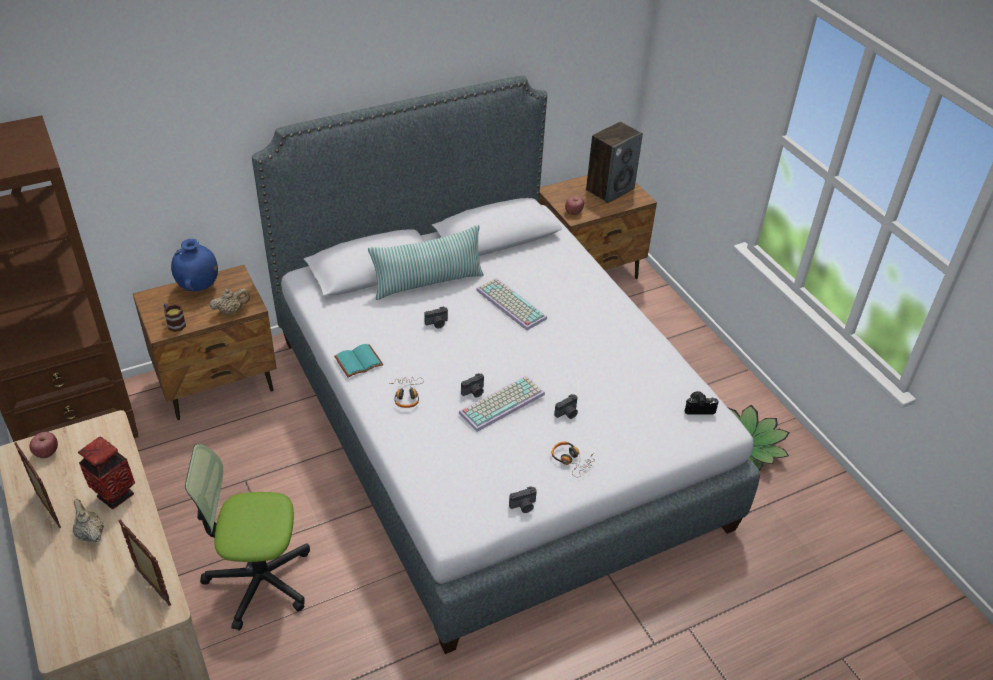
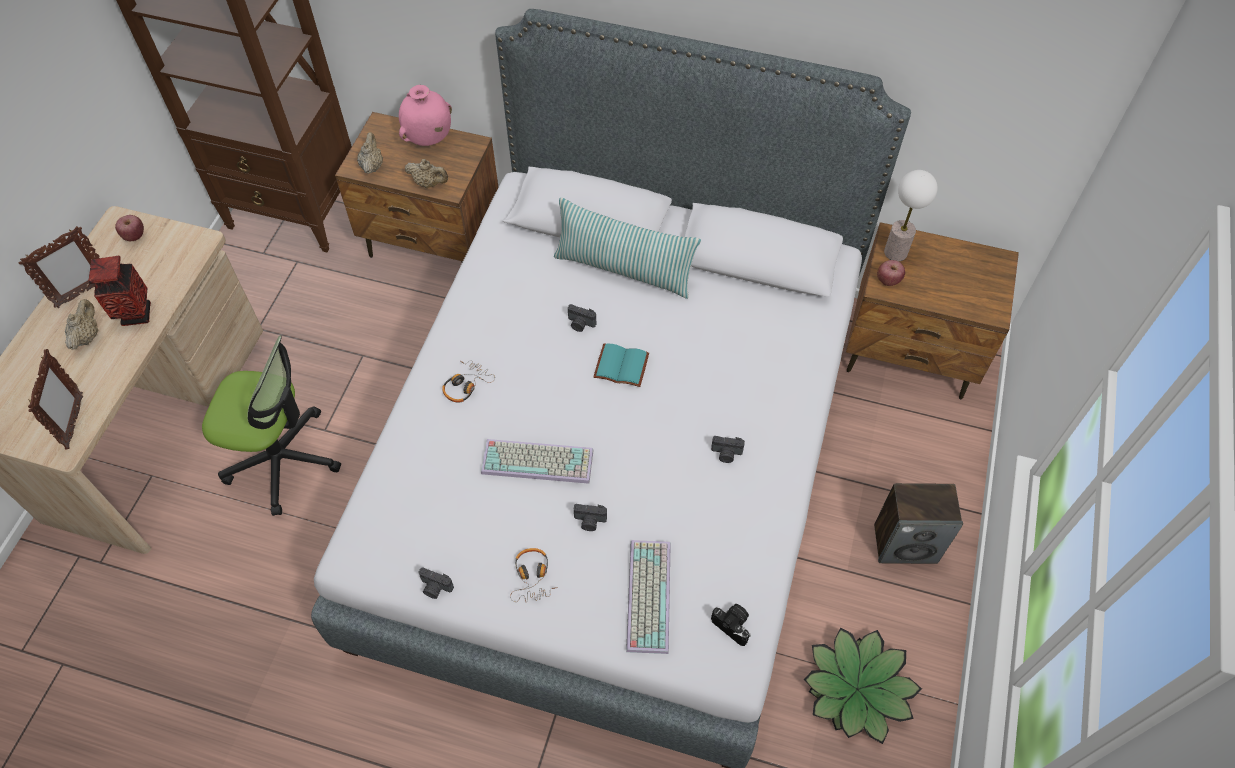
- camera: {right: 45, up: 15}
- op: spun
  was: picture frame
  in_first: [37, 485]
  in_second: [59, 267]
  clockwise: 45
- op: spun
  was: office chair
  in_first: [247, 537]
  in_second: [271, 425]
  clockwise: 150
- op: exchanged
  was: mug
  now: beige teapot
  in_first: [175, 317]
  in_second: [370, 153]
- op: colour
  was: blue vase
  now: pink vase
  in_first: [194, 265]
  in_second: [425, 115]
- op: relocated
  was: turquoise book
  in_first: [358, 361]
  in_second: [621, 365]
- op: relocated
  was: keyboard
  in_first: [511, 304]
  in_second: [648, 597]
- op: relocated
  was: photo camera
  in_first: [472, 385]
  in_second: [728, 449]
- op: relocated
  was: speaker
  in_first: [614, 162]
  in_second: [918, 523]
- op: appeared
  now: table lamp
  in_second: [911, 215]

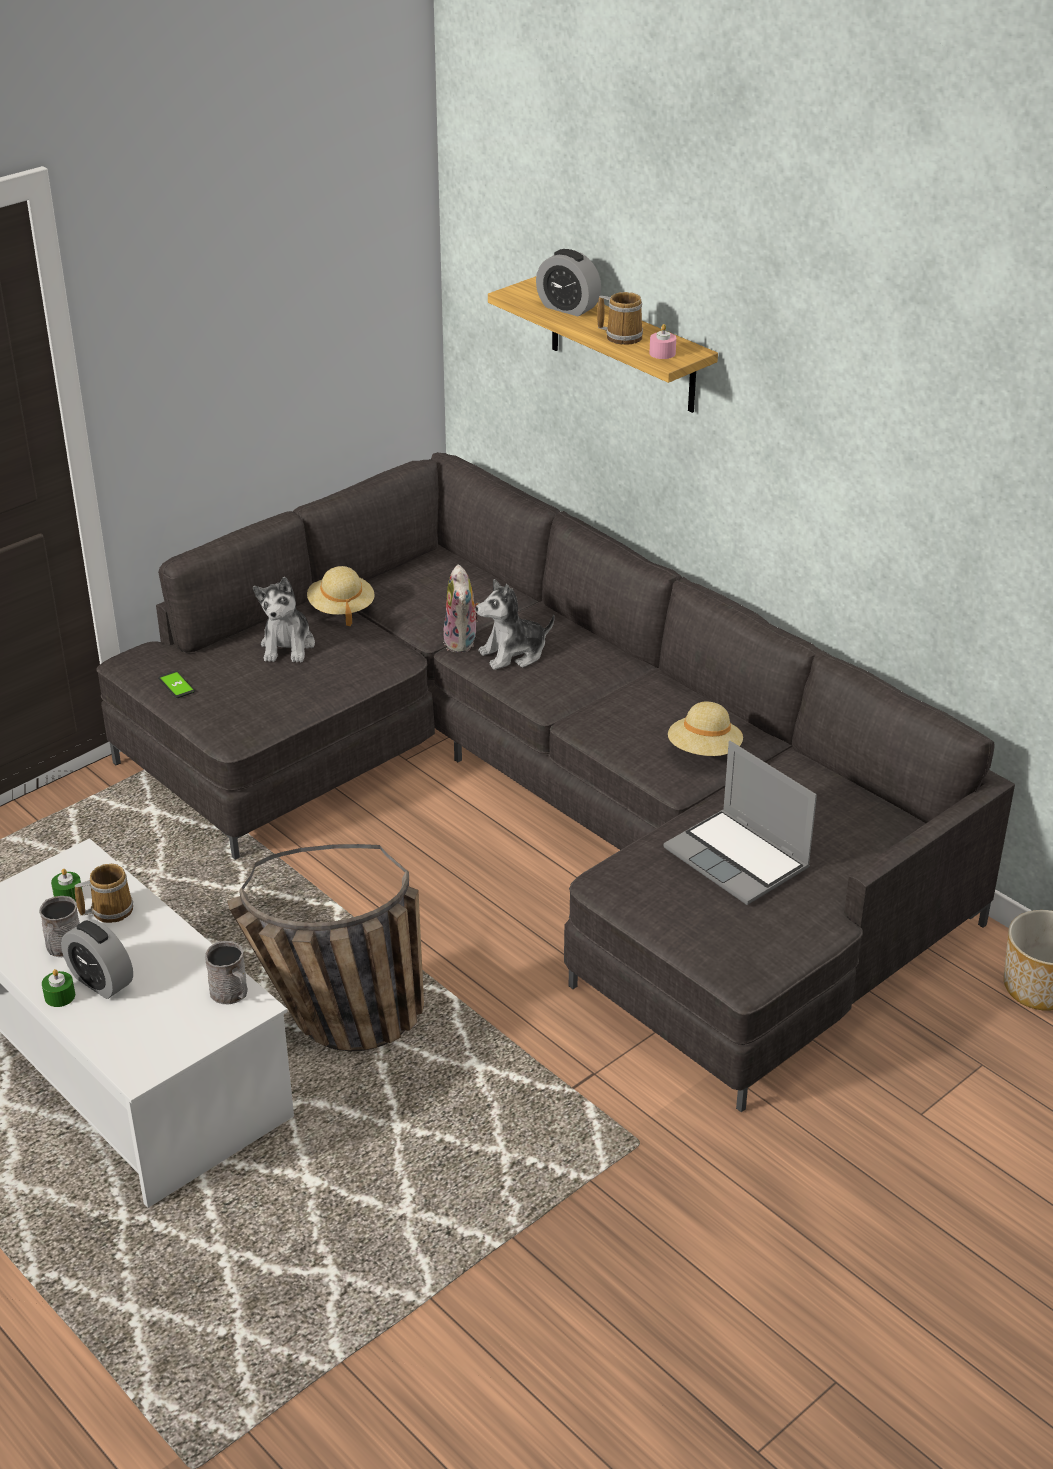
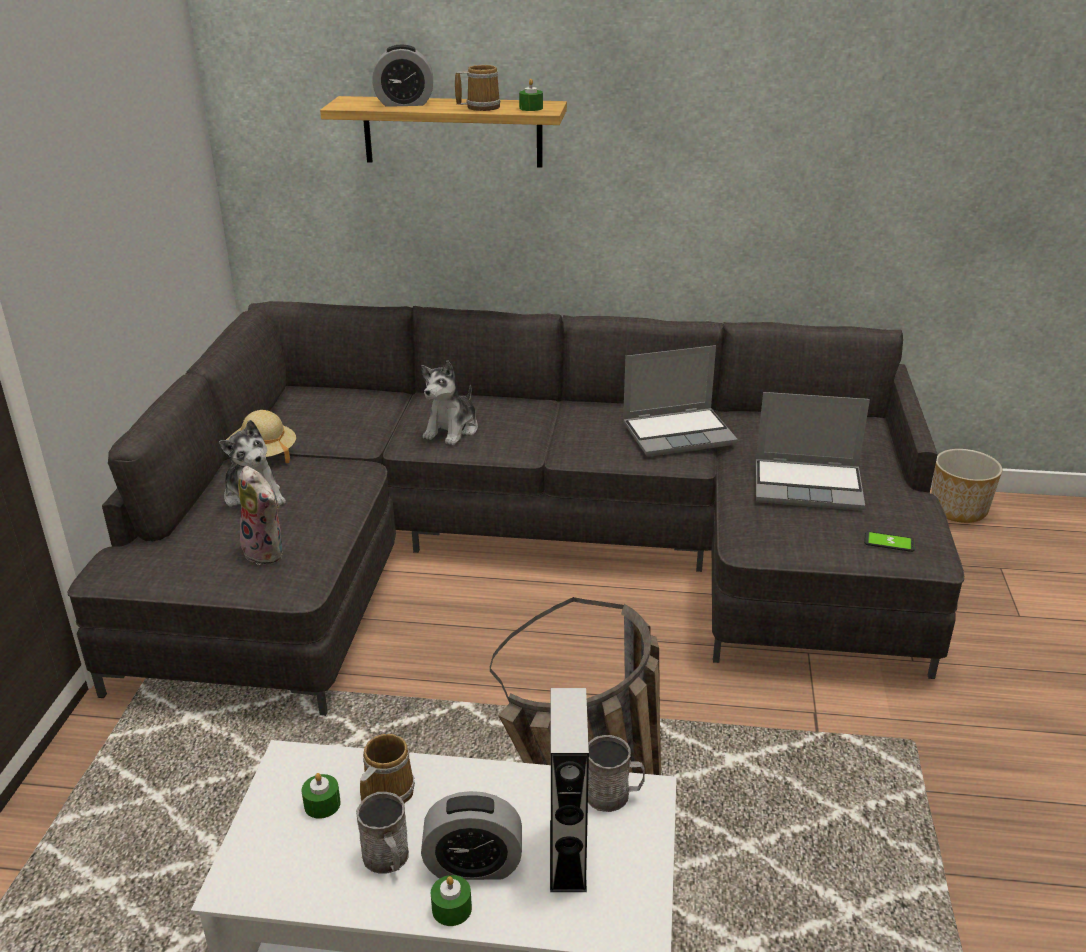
- camera: {right: -40, up: -5}
- op: relocated
  was: plush toy
  in_first: [461, 609]
  in_second: [261, 515]
- op: colour
  was: pink candle
  now: green candle
  in_first: [662, 341]
  in_second: [531, 95]
- op: appeared
  now: grey speaker
  in_second: [569, 790]
- op: exchanged
  was: beige hat
  now: laptop
  in_first: [705, 729]
  in_second: [680, 401]
- op: relocated
  was: phone
  in_first: [176, 684]
  in_second: [889, 541]

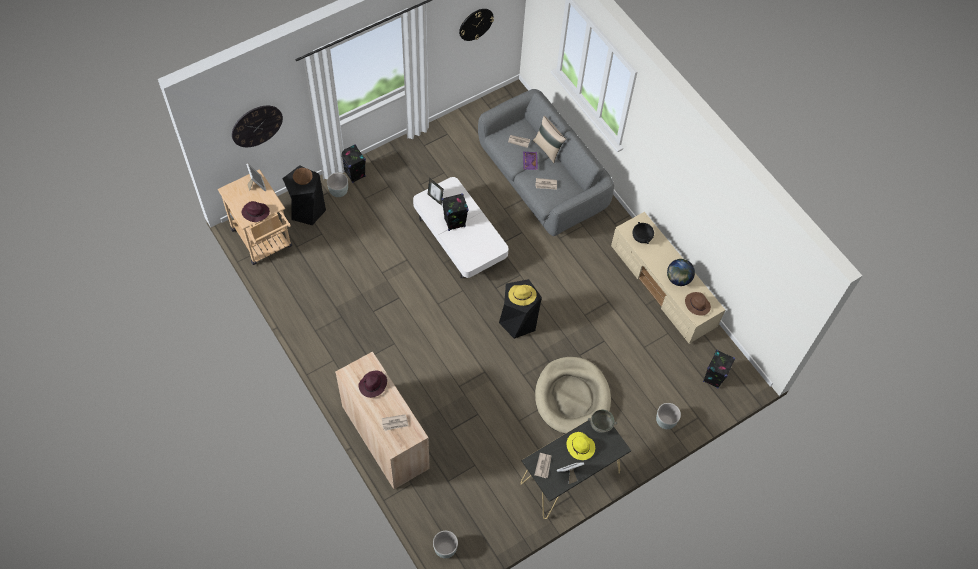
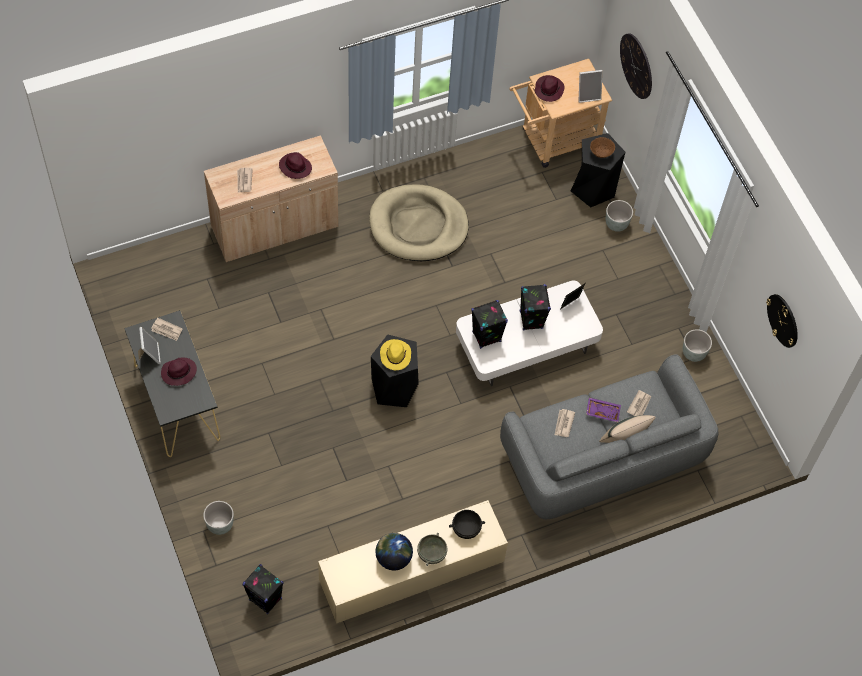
- camera: {right: 100, up: 0}
- op: colour
  was: yellow hat
  now: purple hat
  in_first: [581, 446]
  in_second: [179, 371]
- op: relocated
  was: beige dog bed
  in_first: [573, 395]
  in_second: [419, 222]
- op: relocated
  was: grey bowl
  in_first: [602, 421]
  in_second: [432, 549]
- op: relocated
  was: black speaker
  in_first: [353, 163]
  in_second: [489, 324]
- op: relocated
  was: grey planter
  in_first: [445, 544]
  in_second: [697, 345]
- op: missing
  was: brown hat
  in_first: [698, 304]

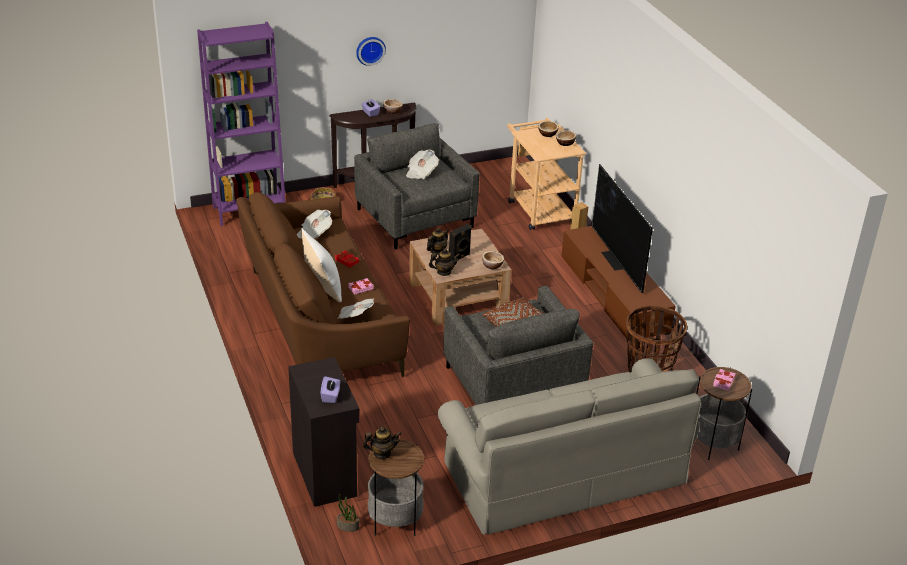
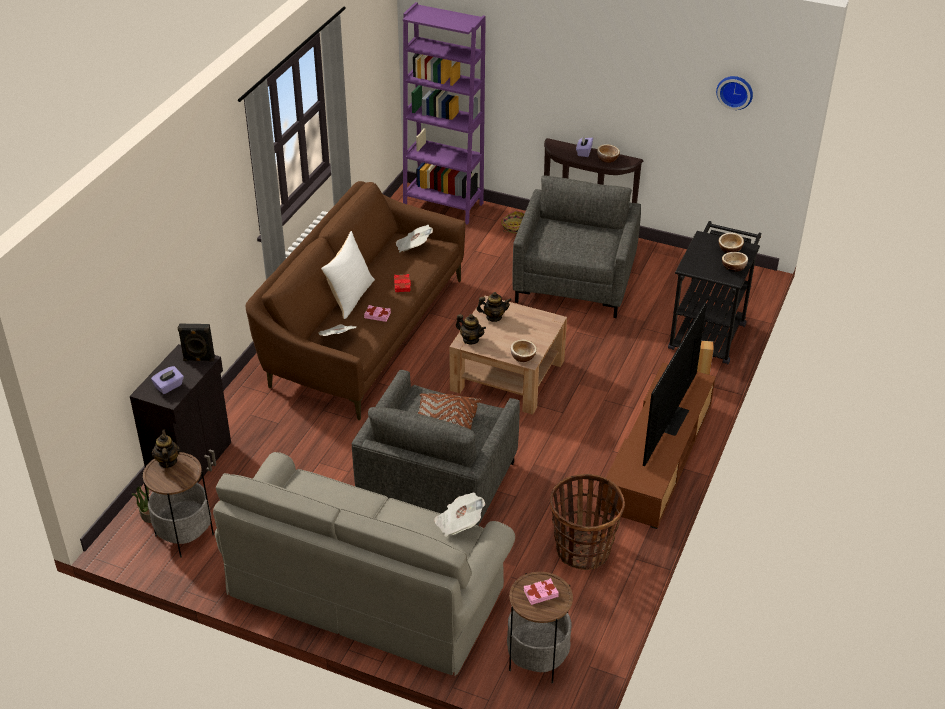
- camera: {right: 45, up: 5}
- op: spun
  was: teapot
  in_first: [382, 442]
  in_second: [166, 448]
  clockwise: -135
- op: relocated
  was: black speaker
  in_first: [460, 242]
  in_second: [196, 342]
- op: relocated
  was: newspaper
  in_first: [422, 164]
  in_second: [459, 515]
- op: colour
  was: beige cart
  now: black cart
  in_first: [546, 174]
  in_second: [714, 292]
- op: relocated
  was: wall clock
  in_first: [371, 51]
  in_second: [734, 93]

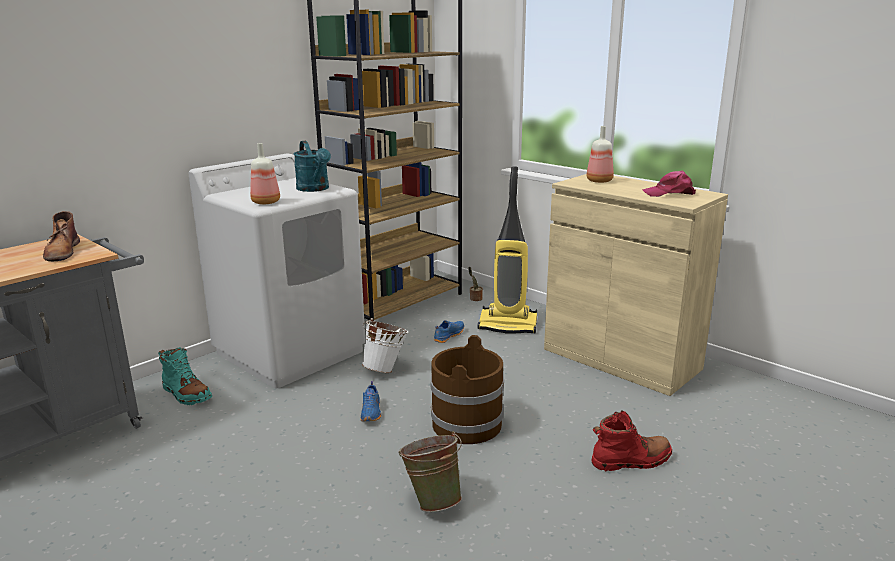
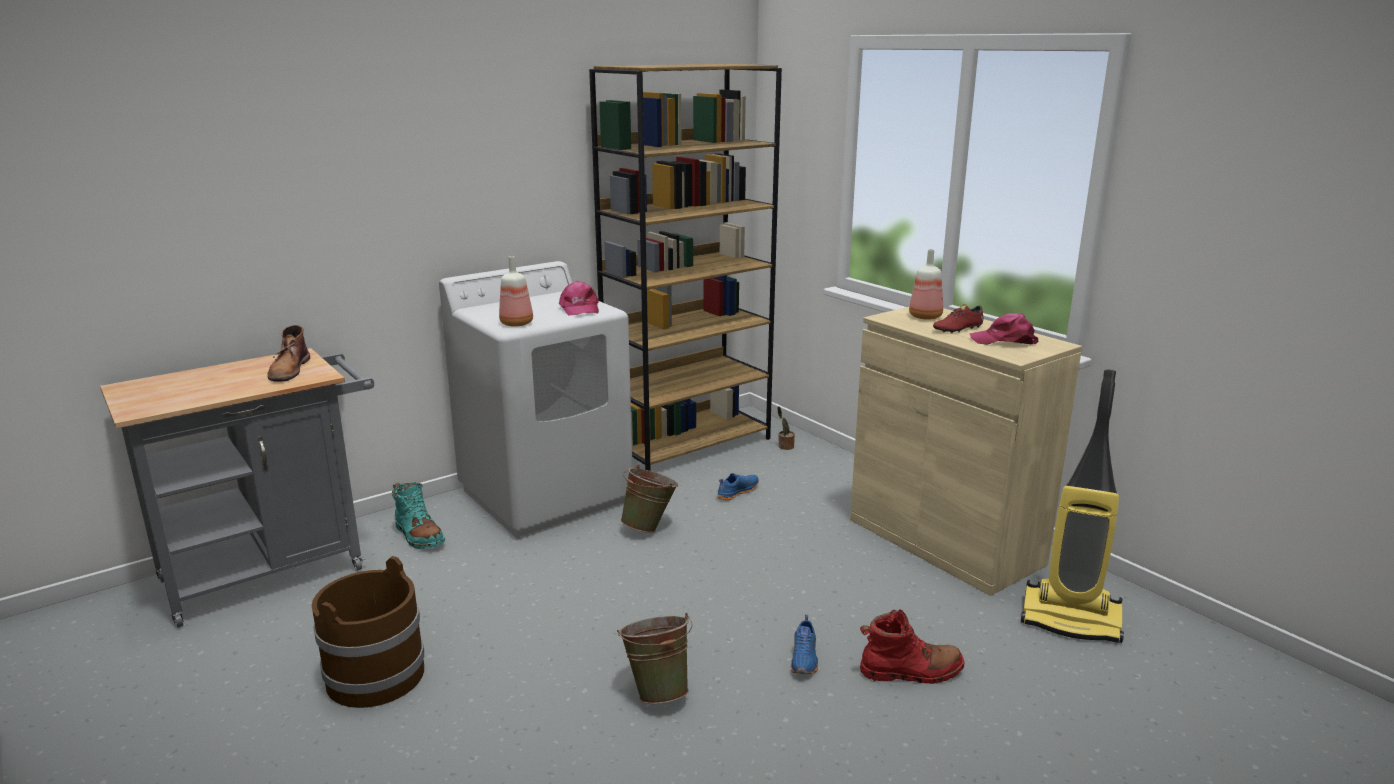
- camera: {right: 10, up: 0}
- op: relocated
  was: brown bucket
  in_first: [467, 389]
  in_second: [368, 632]
- op: exchanged
  was: turquoise watering can
  now: pink cap
  in_first: [312, 166]
  in_second: [579, 298]
- op: colour
  was: white bucket
  now: green bucket
  in_first: [385, 345]
  in_second: [649, 499]
- op: relocated
  was: blue shoe
  in_first: [370, 401]
  in_second: [804, 644]
- op: appeared
  now: red shoe
  in_second: [958, 318]
- op: relocated
  was: vacuum cleaner
  in_first: [507, 249]
  in_second: [1072, 506]

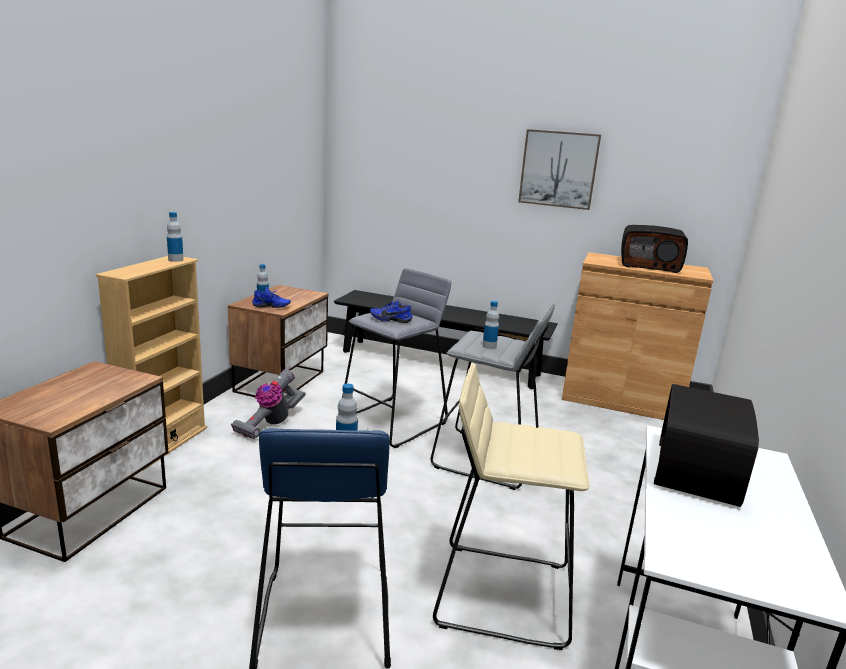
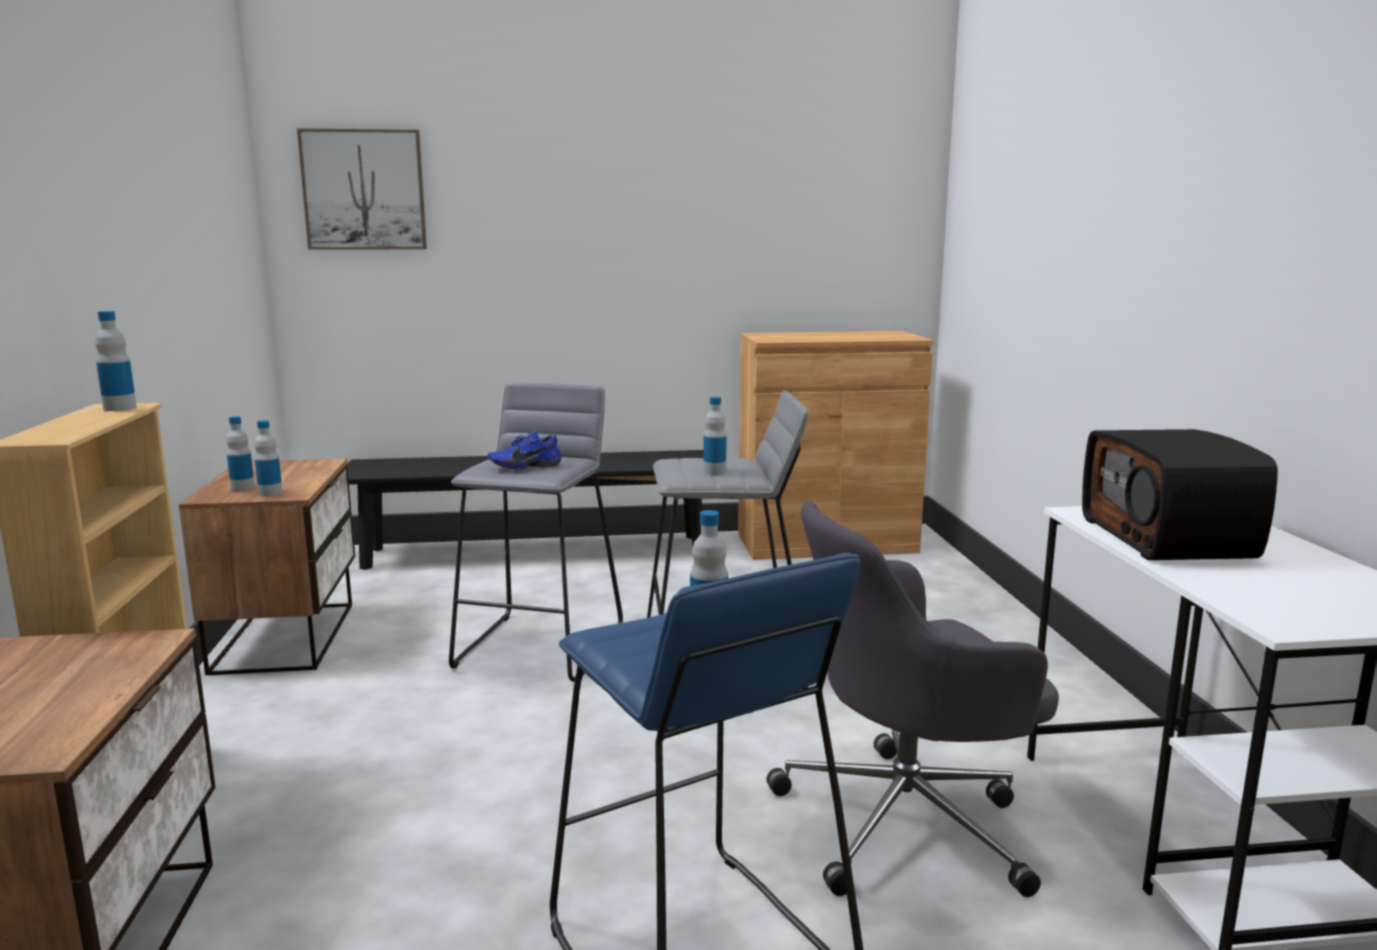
- camera: {right: -25, up: -5}
- op: exchanged
  was: blue shoe
  now: bottle
  in_first: [271, 297]
  in_second: [268, 458]
- op: relocated
  was: picture
  in_first: [559, 169]
  in_second: [362, 189]
- op: exchanged
  was: beige stool
  now: grey office chair
  in_first: [511, 506]
  in_second: [913, 699]
- op: missing
  was: vacuum cleaner
  in_first: [268, 404]
- op: missing
  was: radio
  in_first: [654, 249]

